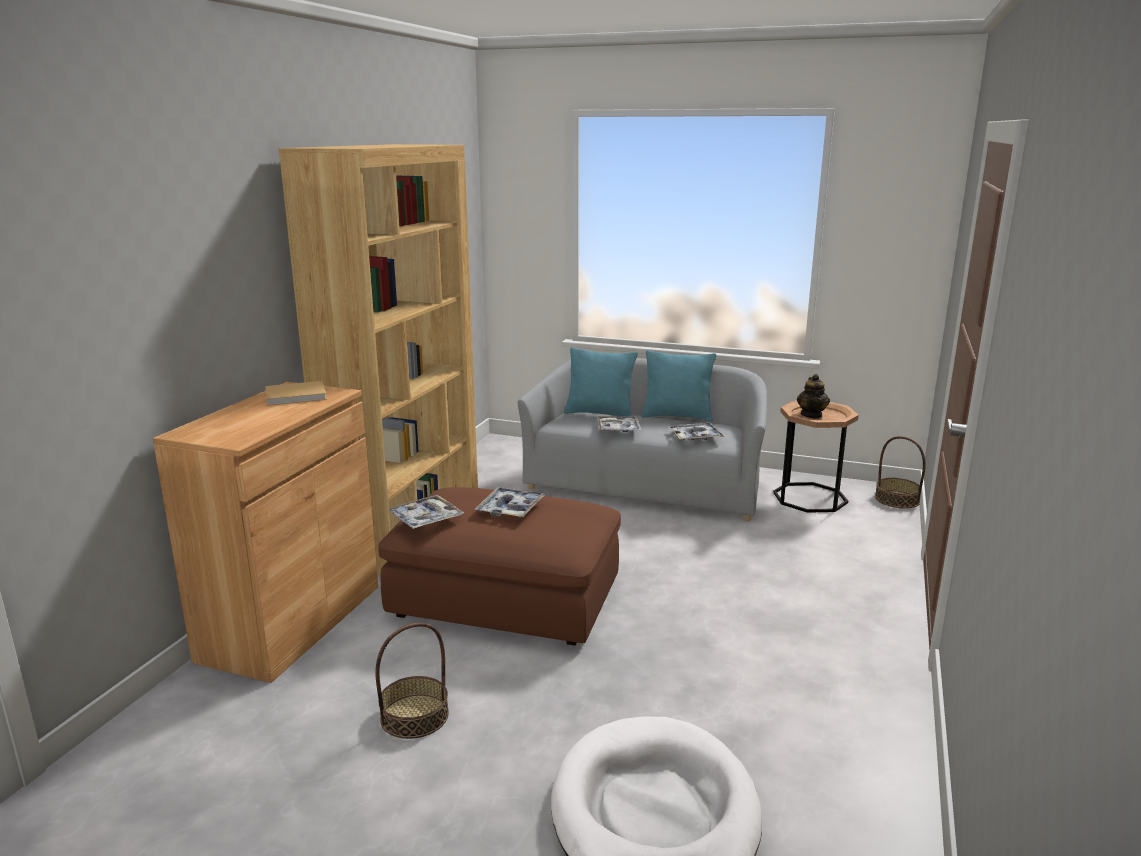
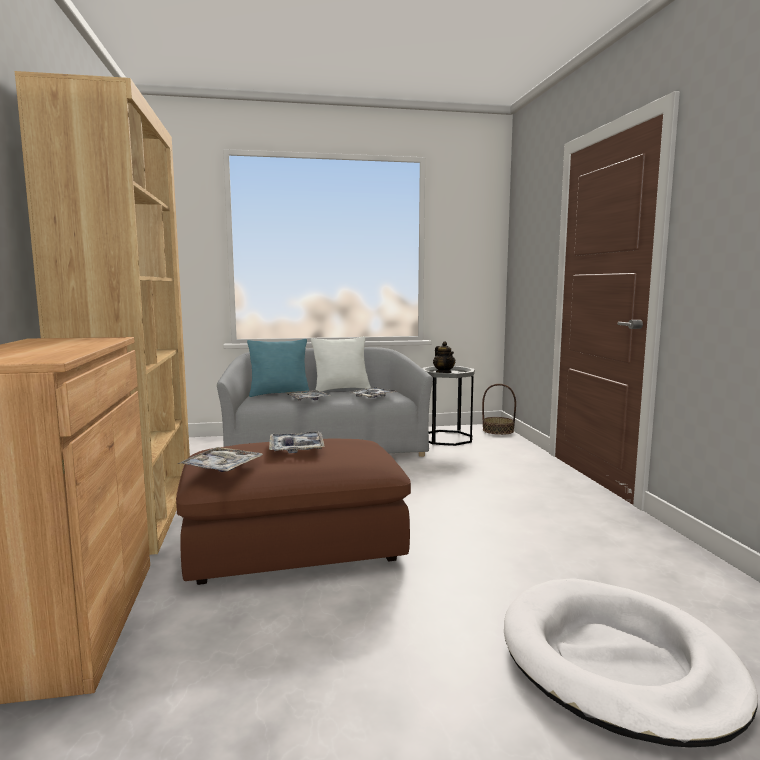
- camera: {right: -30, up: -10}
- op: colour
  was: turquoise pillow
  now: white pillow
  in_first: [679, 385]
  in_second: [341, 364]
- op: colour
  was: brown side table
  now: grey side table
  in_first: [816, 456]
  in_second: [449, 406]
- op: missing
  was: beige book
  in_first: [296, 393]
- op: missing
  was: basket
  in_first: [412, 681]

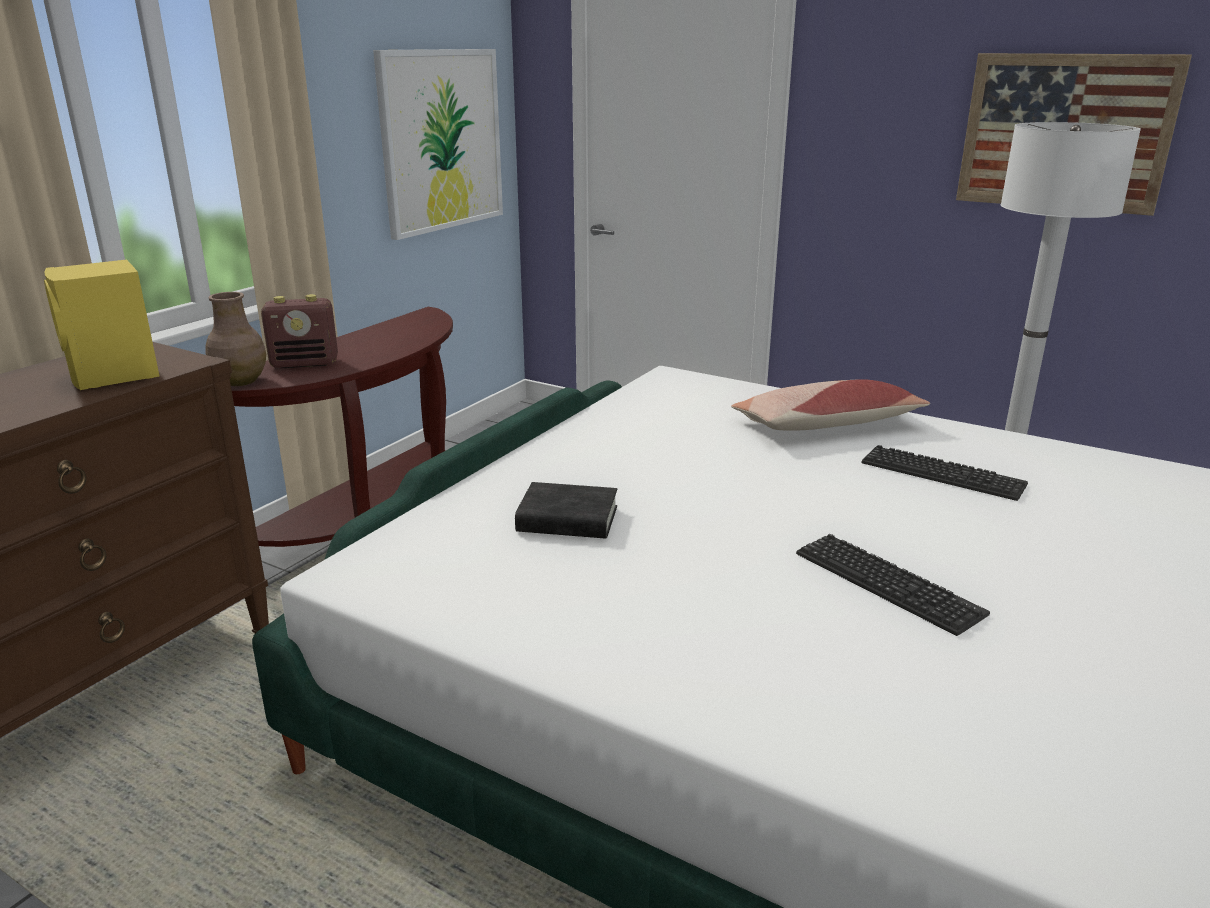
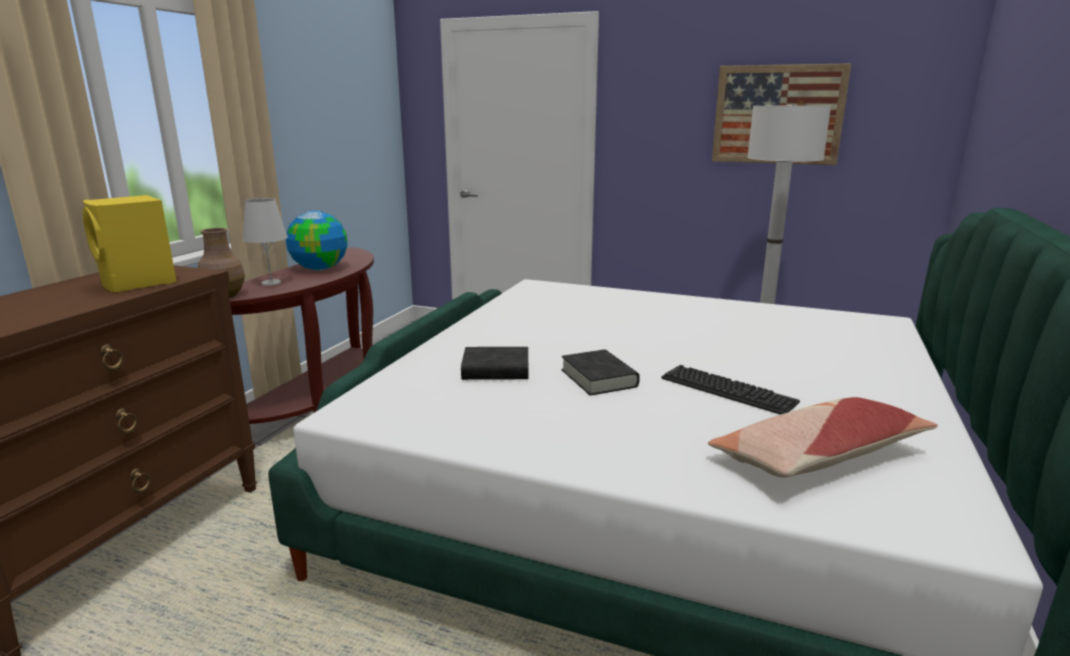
- camera: {right: -10, up: -5}
- op: exchanged
  was: radio
  now: white table lamp
  in_first: [299, 331]
  in_second: [265, 242]
- op: appeared
  now: globe
  in_second: [317, 241]
- op: appeared
  now: black book
  in_second: [601, 373]
- op: relocated
  was: pillow
  in_first: [830, 405]
  in_second: [823, 437]
- op: missing
  was: picture
  in_first: [438, 144]
- op: missing
  was: keyboard
  in_first: [944, 473]

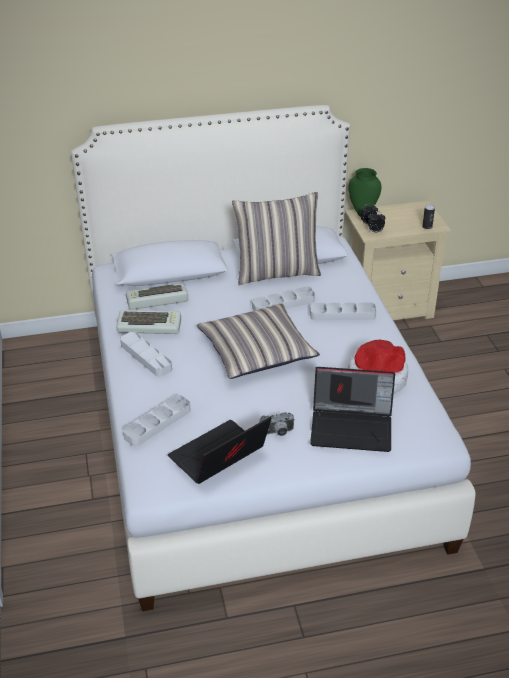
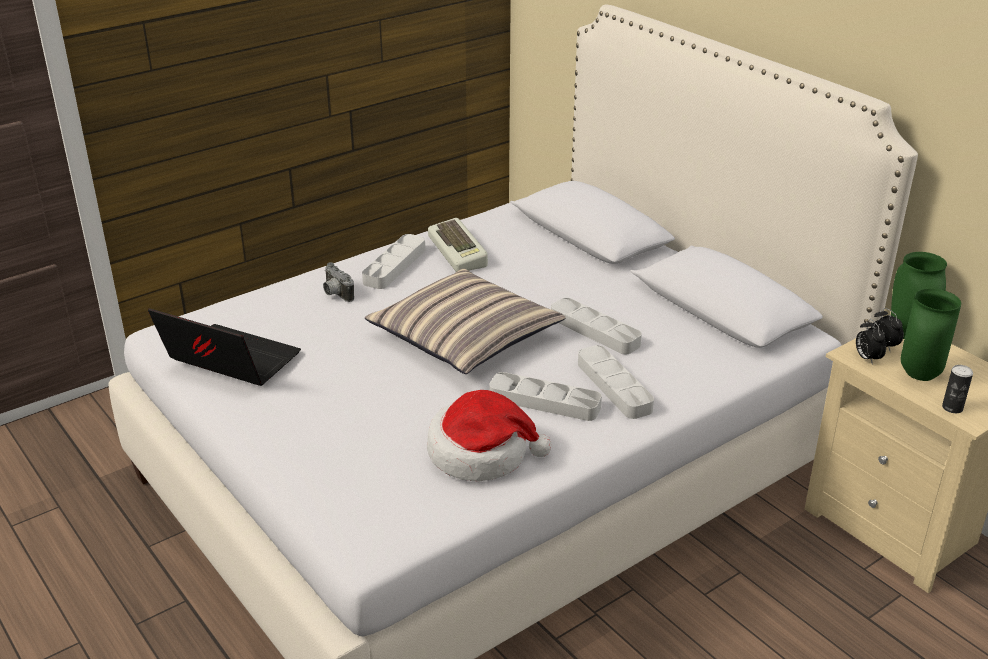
- camera: {right: 65, up: -5}
- op: relocated
  was: photo camera
  in_first: [277, 424]
  in_second: [338, 282]
- op: relocated
  was: grey tray
  in_first: [157, 420]
  in_second: [545, 396]
- op: appeared
  now: green vase
  in_second: [930, 334]
- op: missing
  was: keyboard
  in_first: [157, 296]
- op: missing
  was: pillow
  in_first: [276, 238]
- op: missing
  was: laptop
  in_first: [352, 409]

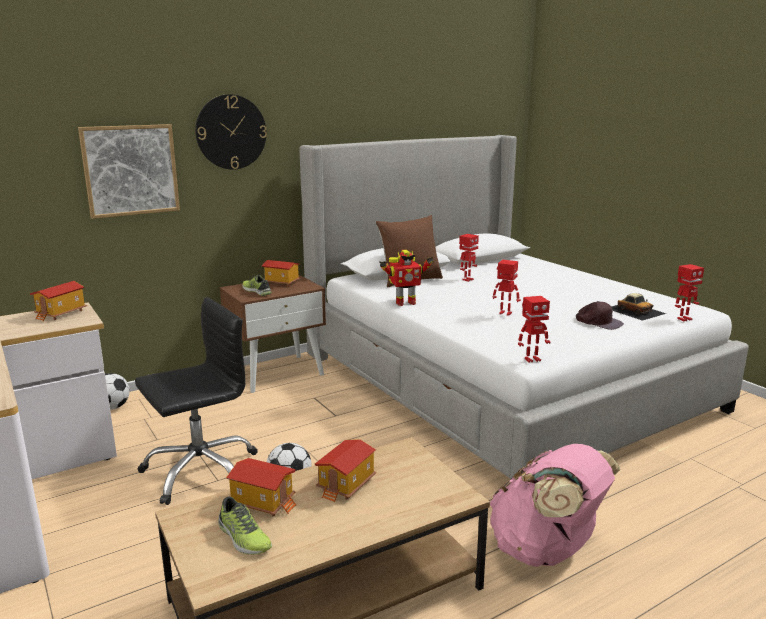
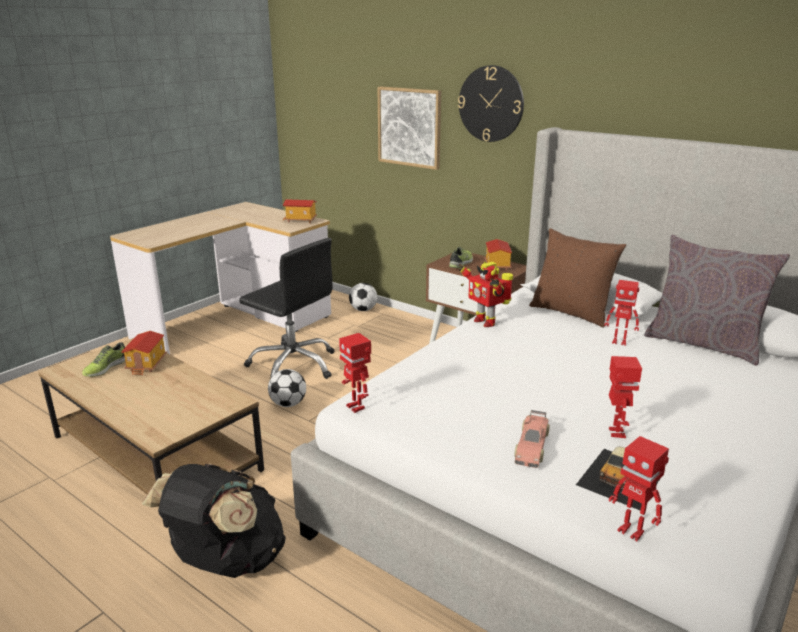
- camera: {right: 70, up: 5}
- op: colour
  was: pink backpack
  now: black backpack
  in_first: [555, 505]
  in_second: [214, 521]
- op: exchanged
  was: brown cap
  now: toy car
  in_first: [600, 315]
  in_second: [532, 439]
- op: relocated
  was: toy robot
  in_first: [507, 288]
  in_second: [625, 397]
- op: appeared
  now: grey pillow
  in_second: [717, 300]
- op: missing
  was: toy house
  in_first: [345, 471]

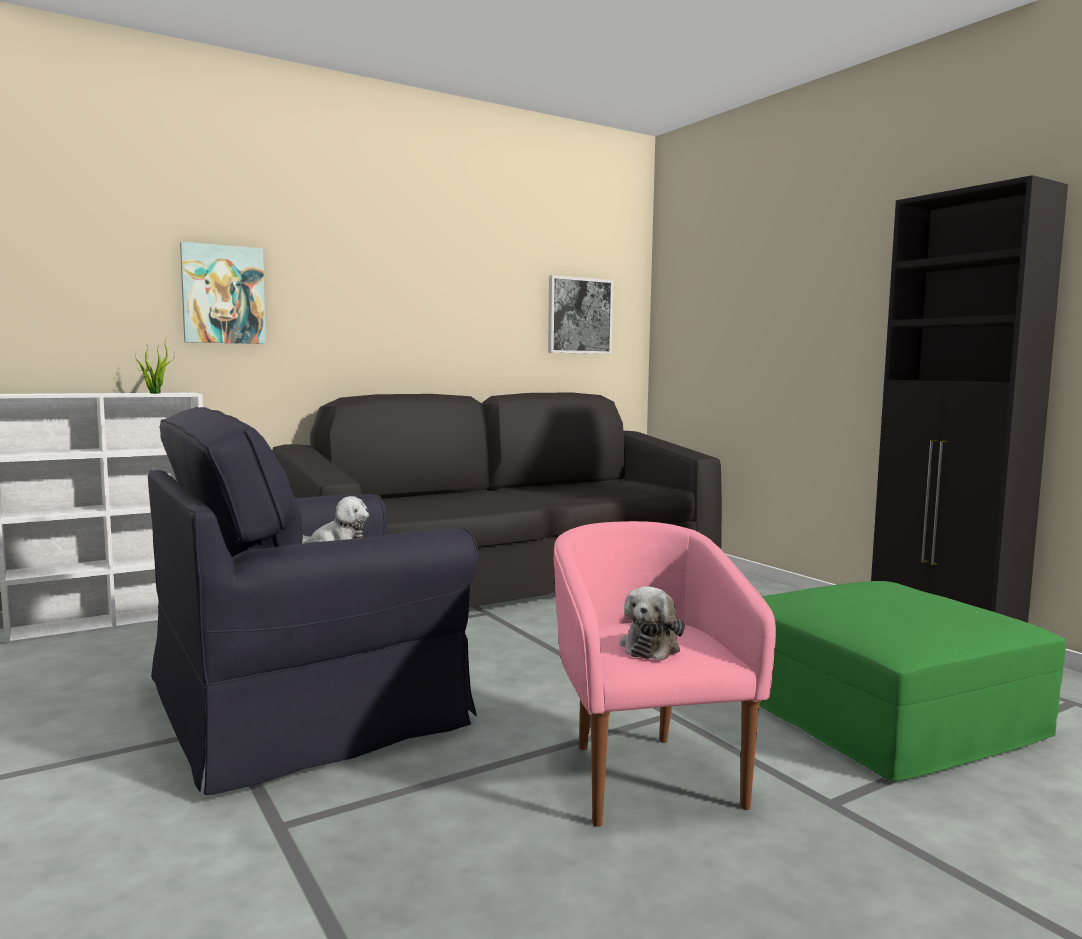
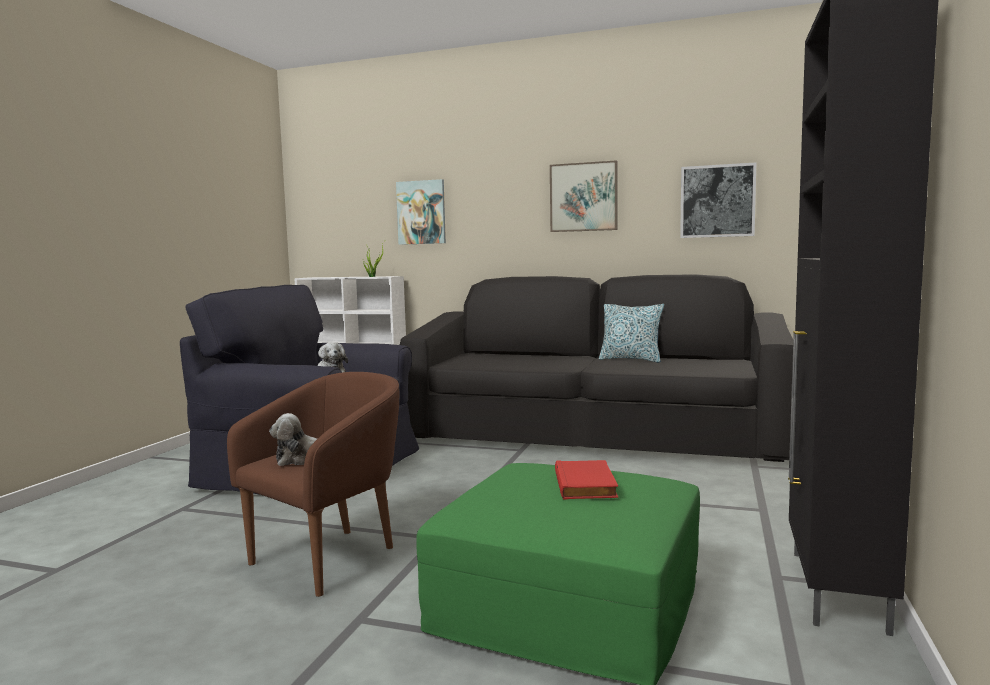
- camera: {right: 50, up: 0}
- op: colour
  was: pink armchair
  now: brown armchair
  in_first: [664, 674]
  in_second: [313, 484]
- op: appeared
  now: picture
  in_second: [584, 196]
- op: appeared
  now: red book
  in_second: [586, 479]
- op: appeared
  now: pillow
  in_second: [631, 333]

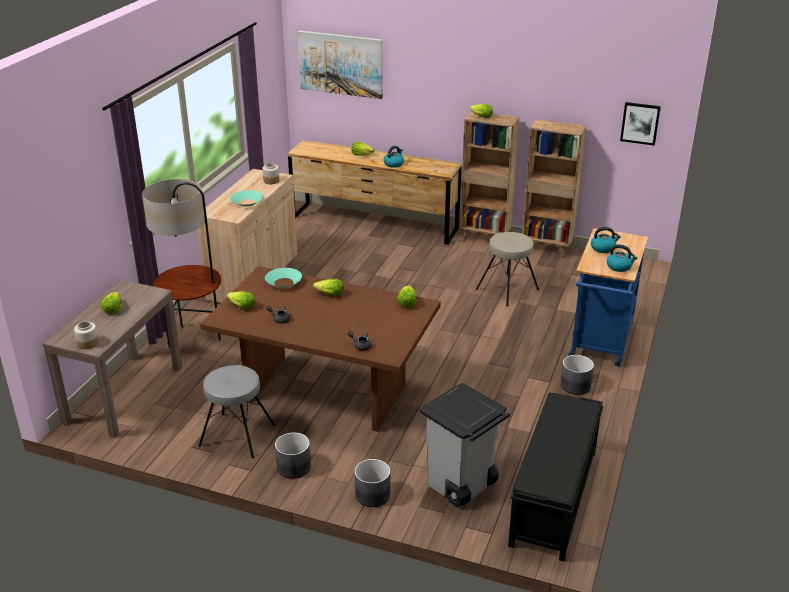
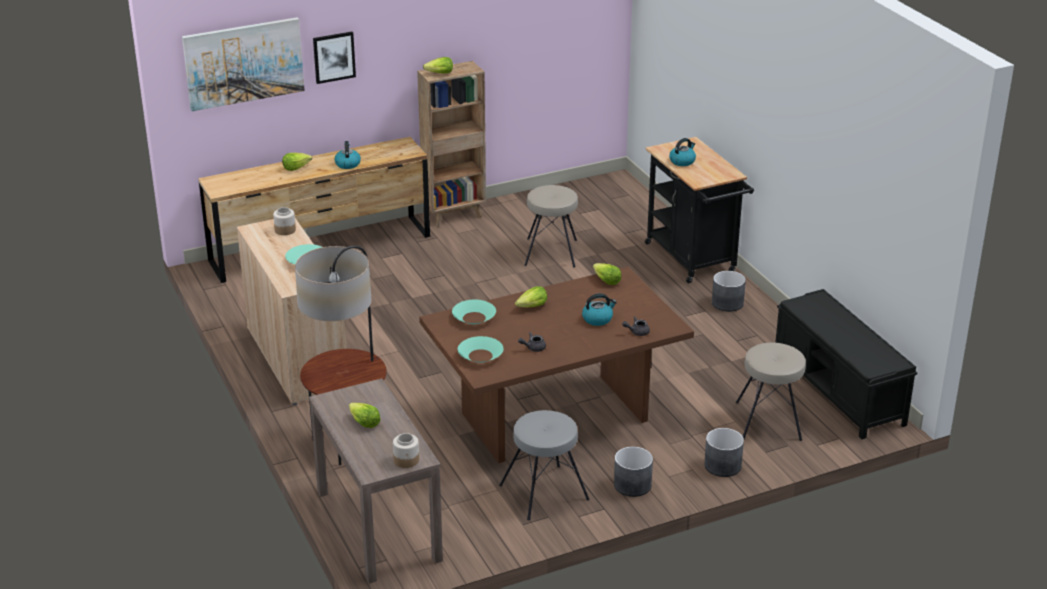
- camera: {right: -45, up: 0}
- op: relocated
  was: picture
  in_first: [640, 124]
  in_second: [334, 58]
- op: exchanged
  was: lettuce
  now: turquoise bowl
  in_first: [241, 300]
  in_second: [481, 349]
- op: relocated
  was: kettle
  in_first: [622, 258]
  in_second: [599, 309]
- op: colour
  was: blue cart
  now: black cart
  in_first: [608, 297]
  in_second: [699, 210]
- op: exchanged
  was: grey trash can
  now: beige stool
  in_first: [465, 445]
  in_second: [771, 392]
- op: missing
  was: brown bookcase
  in_first: [554, 188]

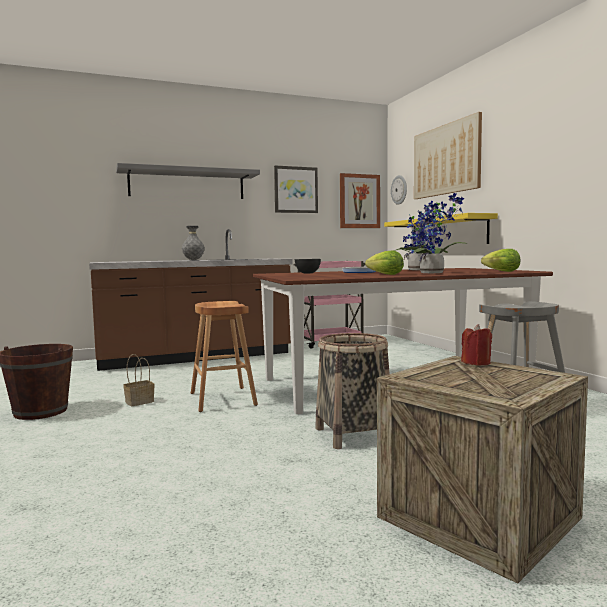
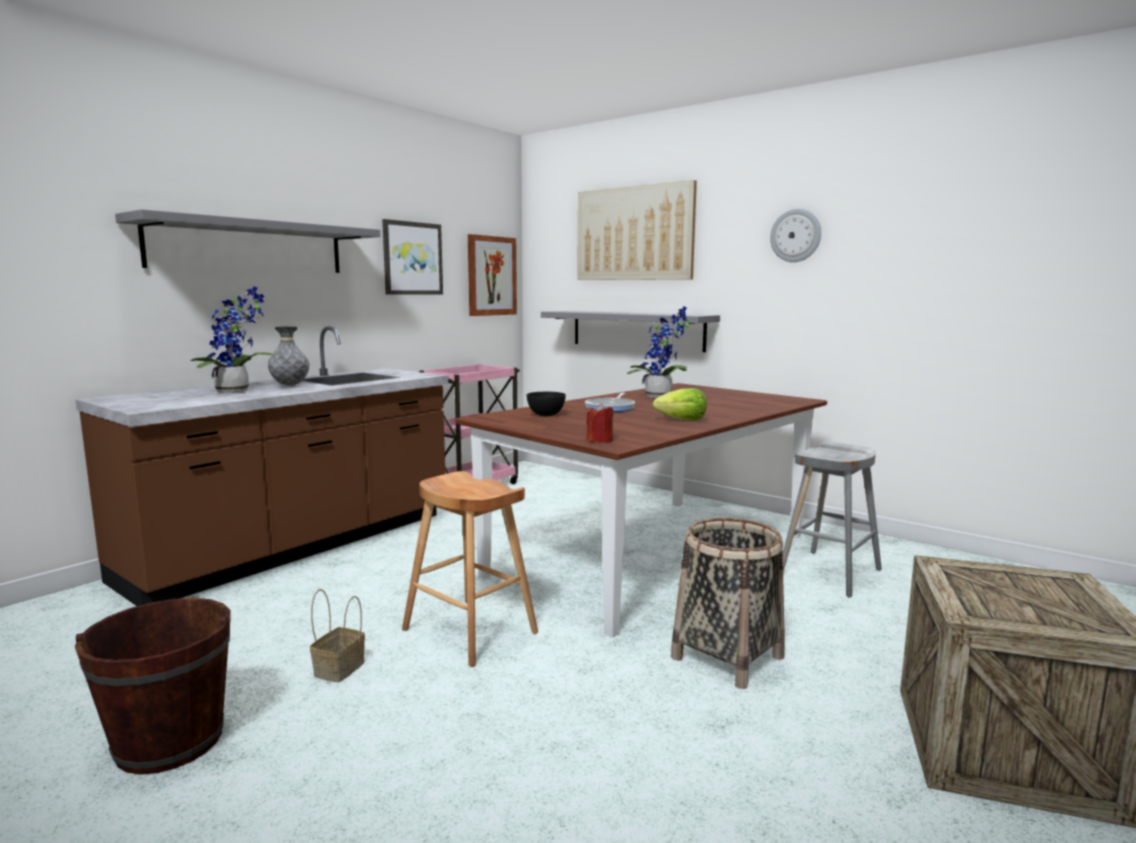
- camera: {right: -30, up: 5}
- op: relocated
  was: potted plant
  in_first: [437, 233]
  in_second: [232, 339]
- op: colour
  was: yellow shelf
  now: grey shelf
  in_first: [441, 228]
  in_second: [630, 331]
- op: relocated
  was: red candle
  in_first: [476, 345]
  in_second: [599, 423]
- op: relocated
  was: wall clock
  in_first: [399, 190]
  in_second: [795, 235]
- op: missing
  was: lettuce
  in_first: [500, 260]

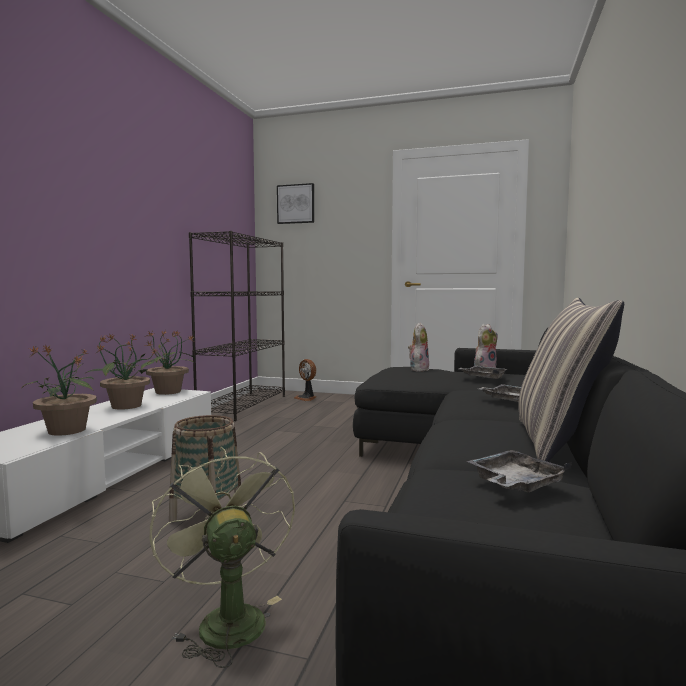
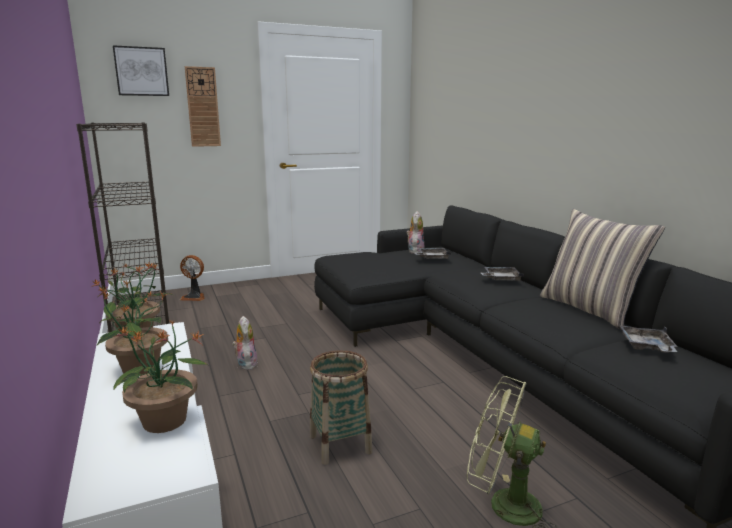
- camera: {right: -40, up: 10}
- op: appeared
  now: wall clock
  in_second: [203, 106]
- op: relocated
  was: plush toy
  in_first: [418, 347]
  in_second: [245, 343]

